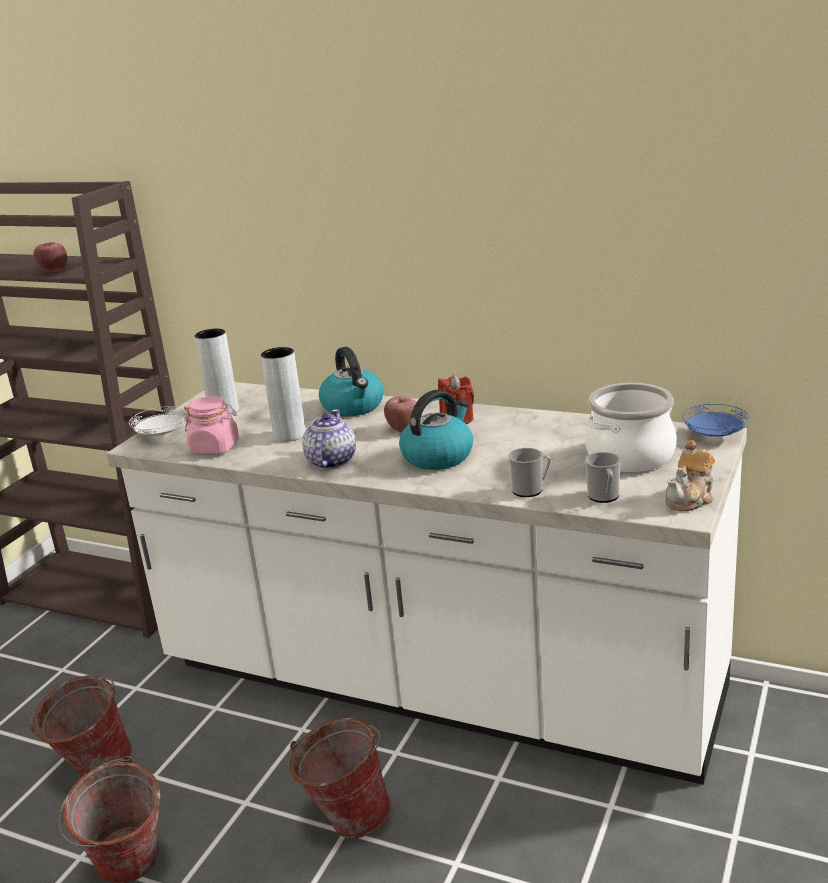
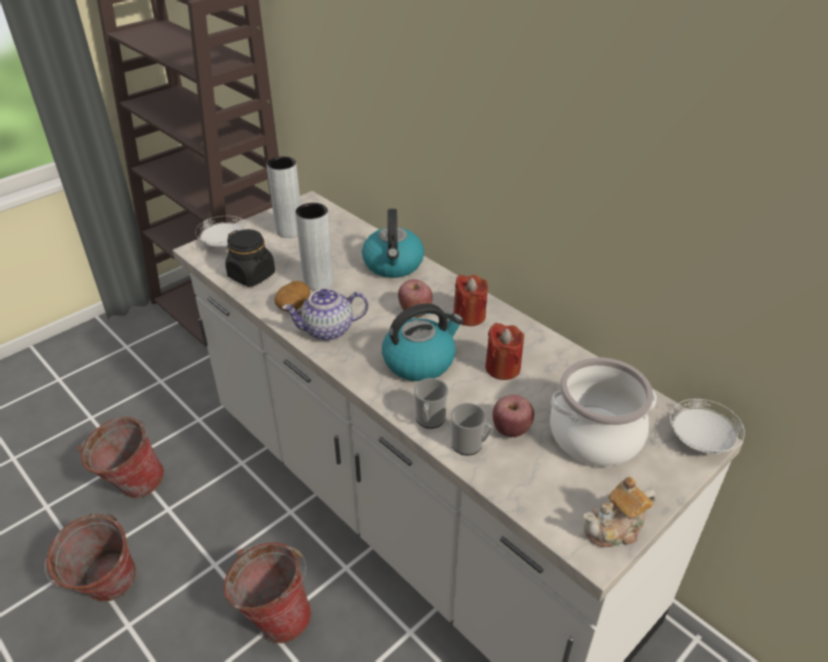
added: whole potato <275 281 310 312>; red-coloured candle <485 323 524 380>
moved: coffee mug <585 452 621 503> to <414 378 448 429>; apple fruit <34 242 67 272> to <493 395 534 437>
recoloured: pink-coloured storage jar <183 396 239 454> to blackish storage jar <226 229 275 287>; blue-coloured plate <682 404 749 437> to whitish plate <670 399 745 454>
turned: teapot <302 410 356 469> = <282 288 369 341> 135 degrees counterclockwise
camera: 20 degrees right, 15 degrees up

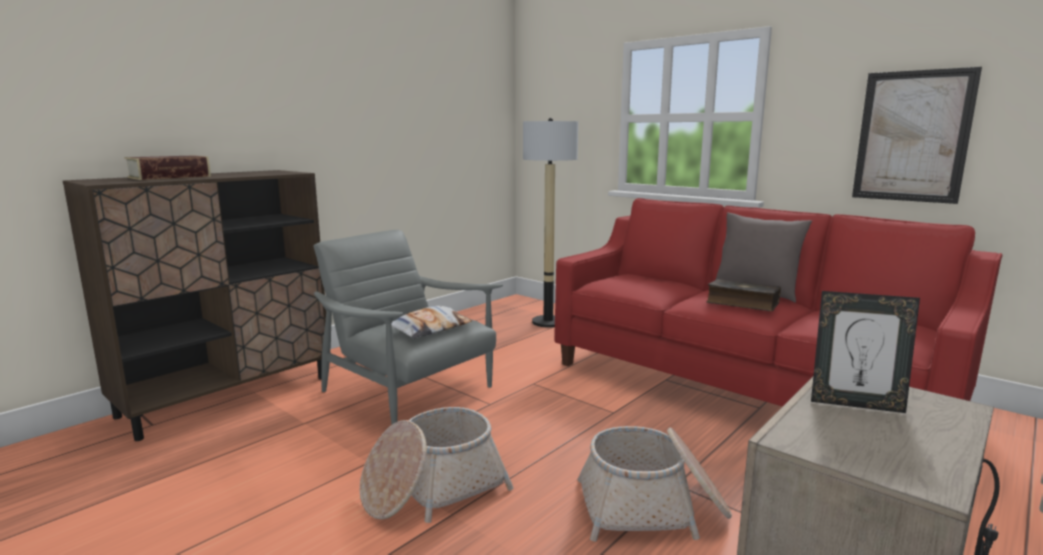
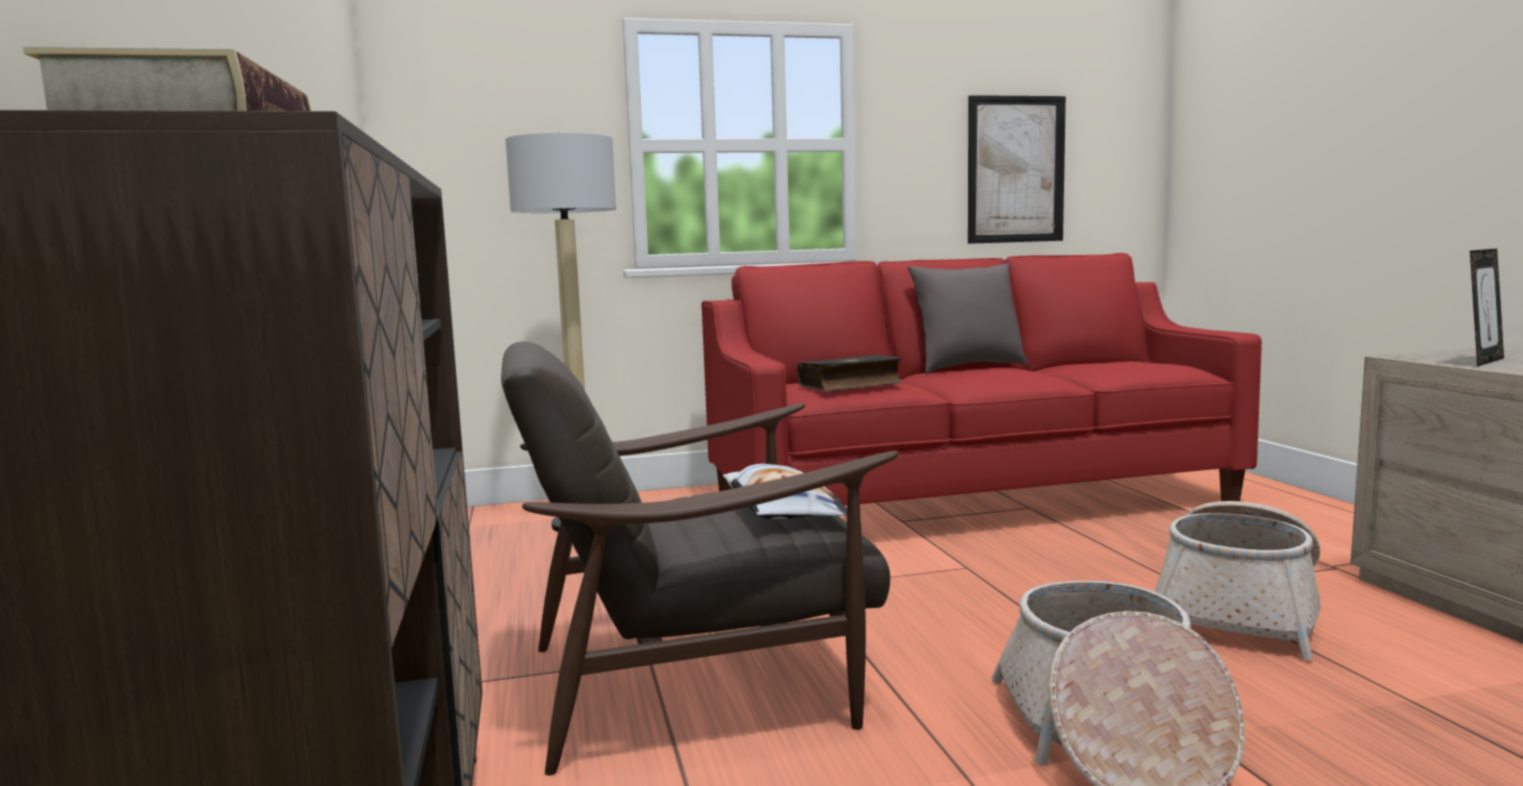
moved: bound book <706 279 781 311> to <797 354 902 391>
recoloured: gray lounge chair <313 230 503 425> to brownish lounge chair <501 342 899 775>
camera: 55 degrees left, 5 degrees down

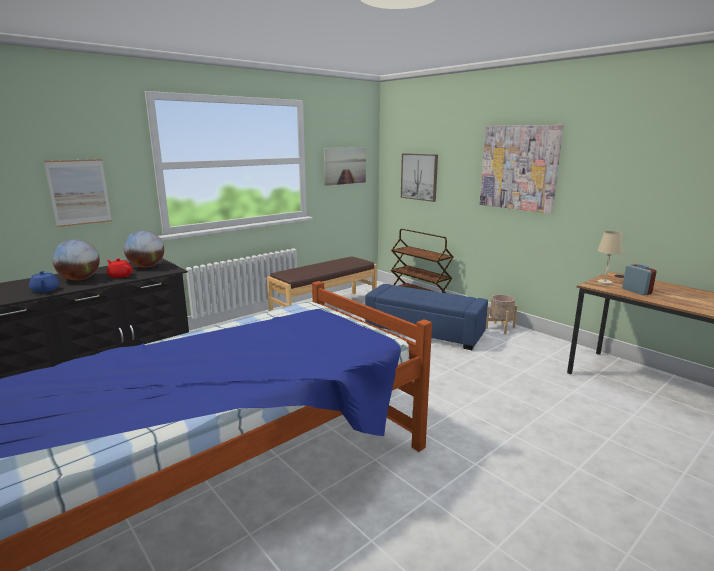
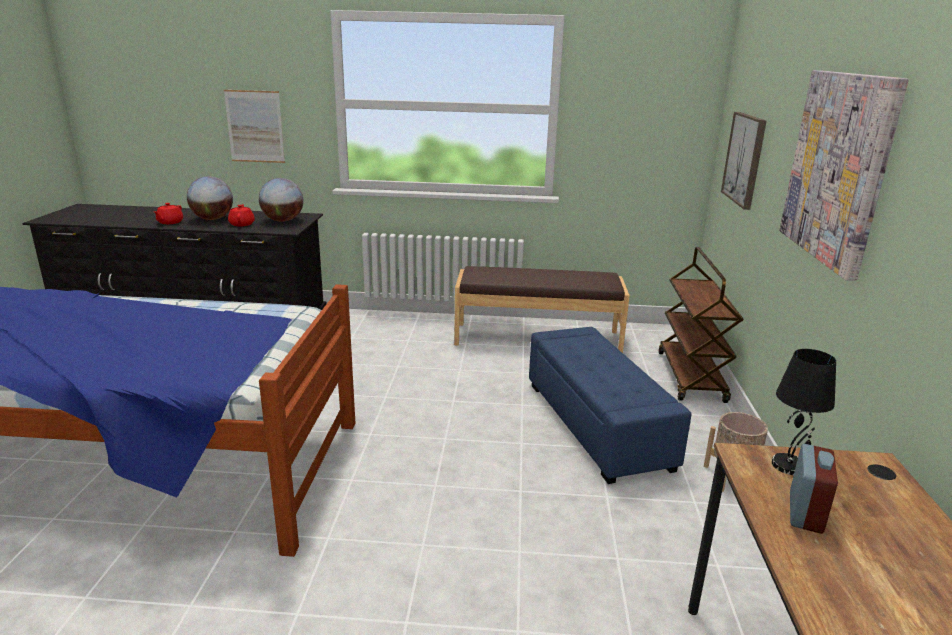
removed: picture <324 147 366 186>
recoloured: blue-coloured teapot <29 271 59 293> to red-coloured teapot <154 203 183 224>; sand-coloured lamp for a table <597 231 623 285> to blackish lamp for a table <772 349 836 475>
camera: 45 degrees right, 5 degrees up

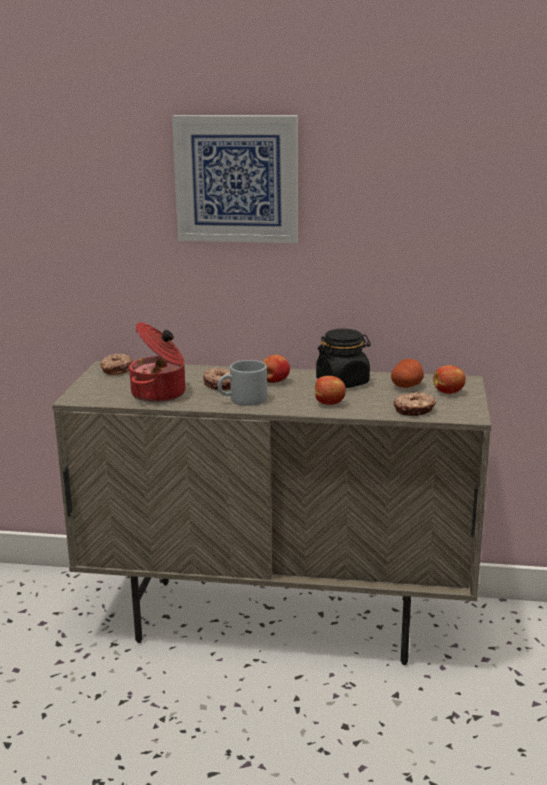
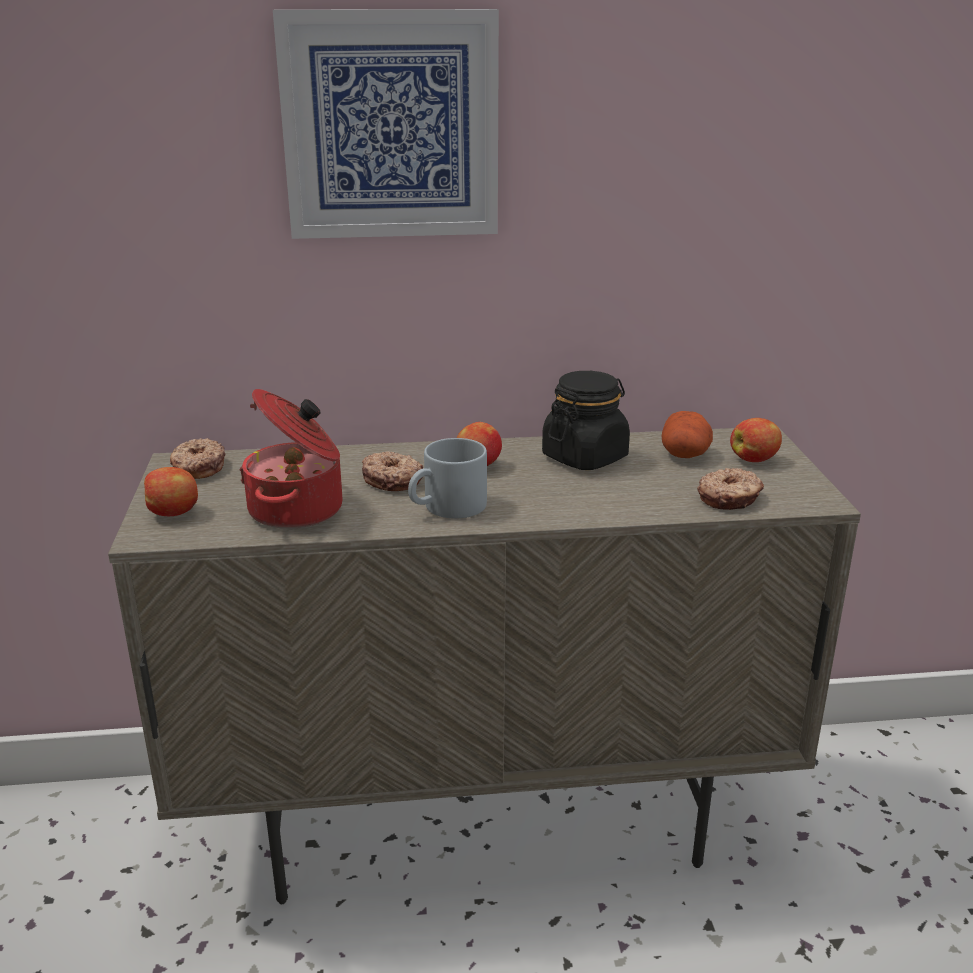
moved: apple fruit <315 376 346 405> to <144 467 198 516>
camera: 15 degrees left, 5 degrees up

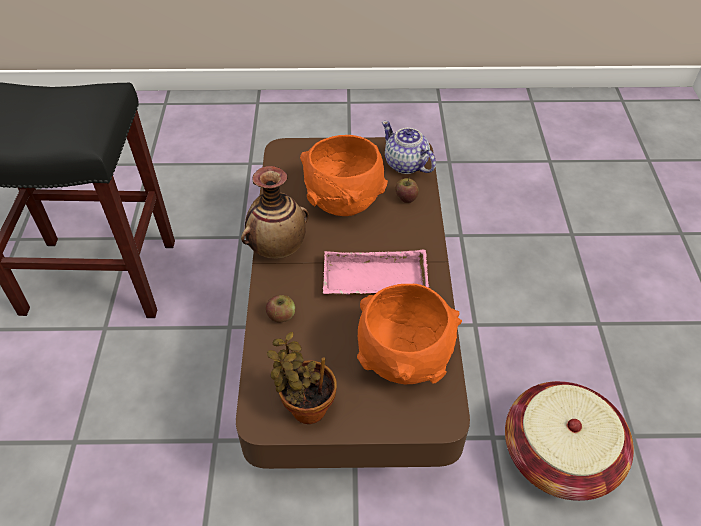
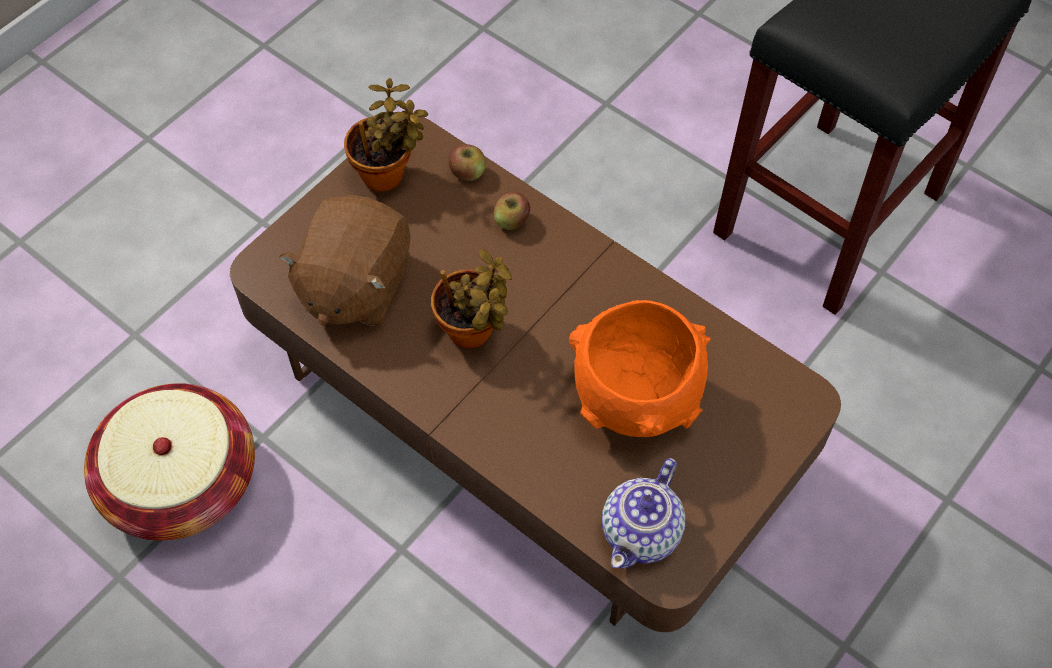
removed: vase <241 166 309 259>
moved: apple fruit <395 178 419 203> to <449 144 486 181>
replaced: orange deep dish <357 284 462 384> to brownish plush toy <279 195 410 326>; pink-coloured serving tray <323 249 429 295> to potted plant <431 249 512 348>
turned: teapot <382 121 436 174> = <602 458 685 569> 120 degrees clockwise
camera: 130 degrees right, 10 degrees up

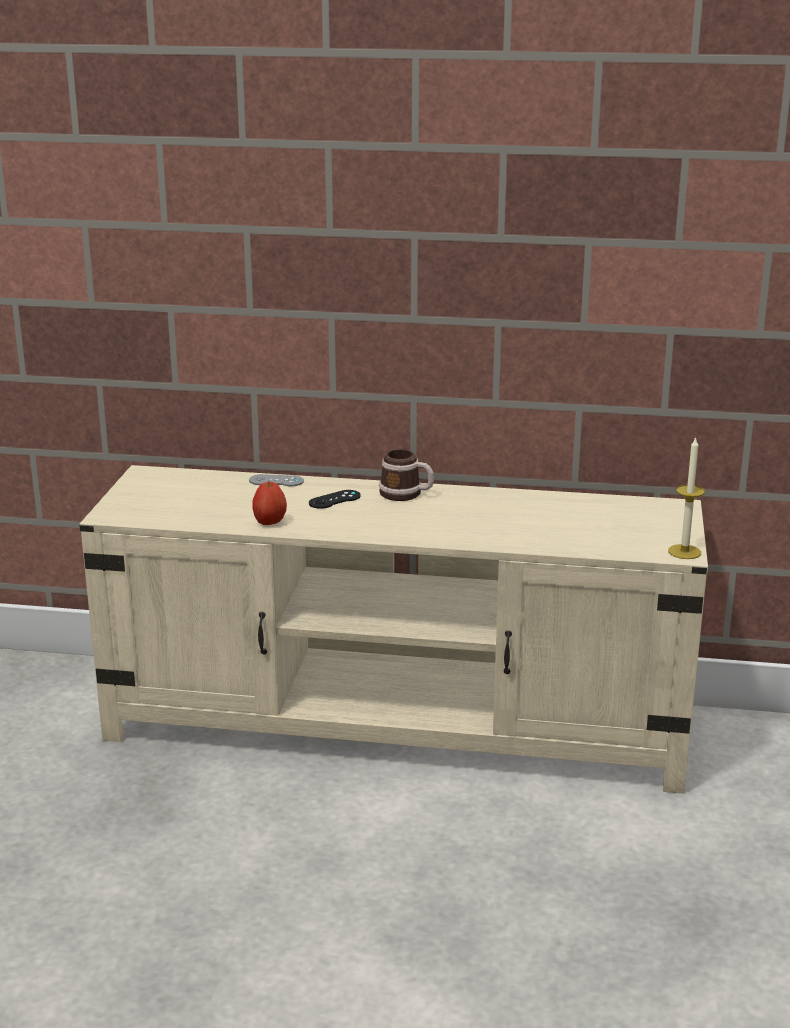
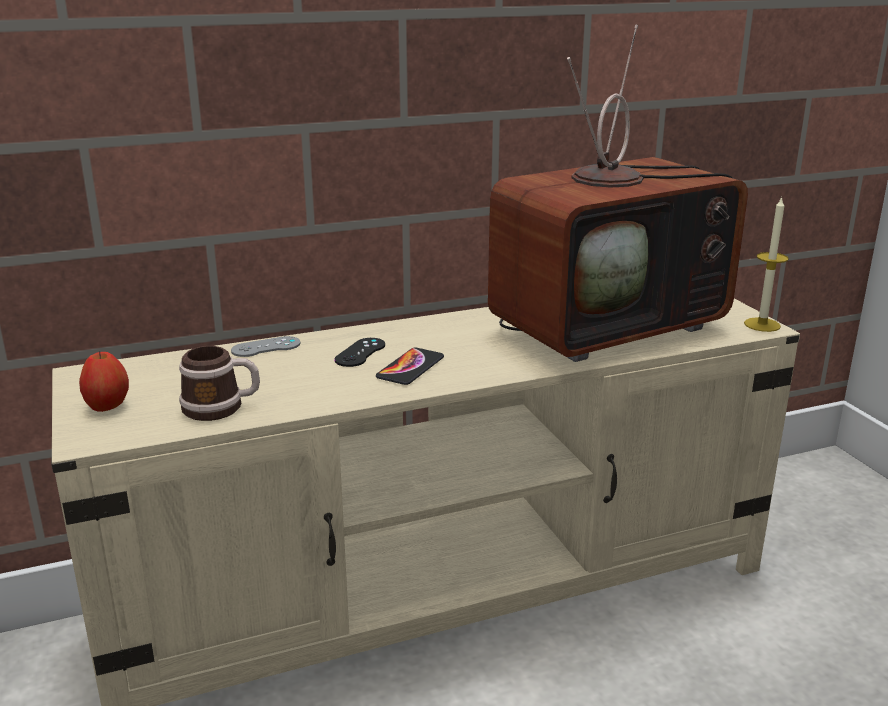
added: handset <376 347 444 385>; television <488 25 748 362>
moved: apple fruit <252 482 287 525> to <79 351 129 412>; coffee mug <379 449 434 501> to <179 346 260 421>
camera: 30 degrees left, 0 degrees up

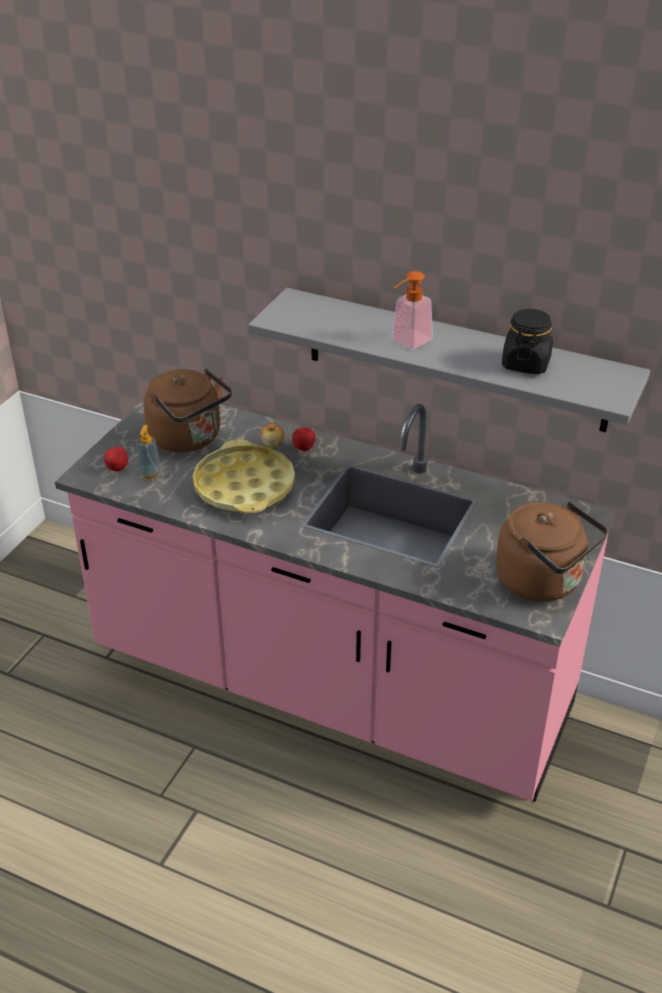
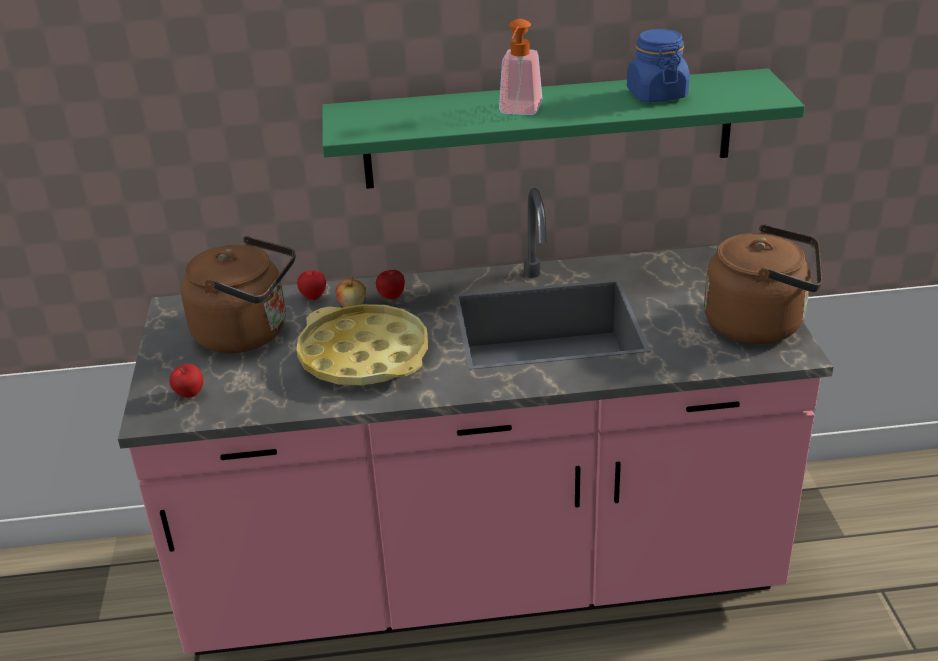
removed: liquid soap bottle <137 425 160 479>
added: apple fruit <297 271 326 300>
recoloured: gray shelf <248 288 650 432> to greenish shelf <322 68 805 189>; blackish storage jar <502 309 553 374> to blue-coloured storage jar <627 29 690 102>
camera: 30 degrees left, 5 degrees down

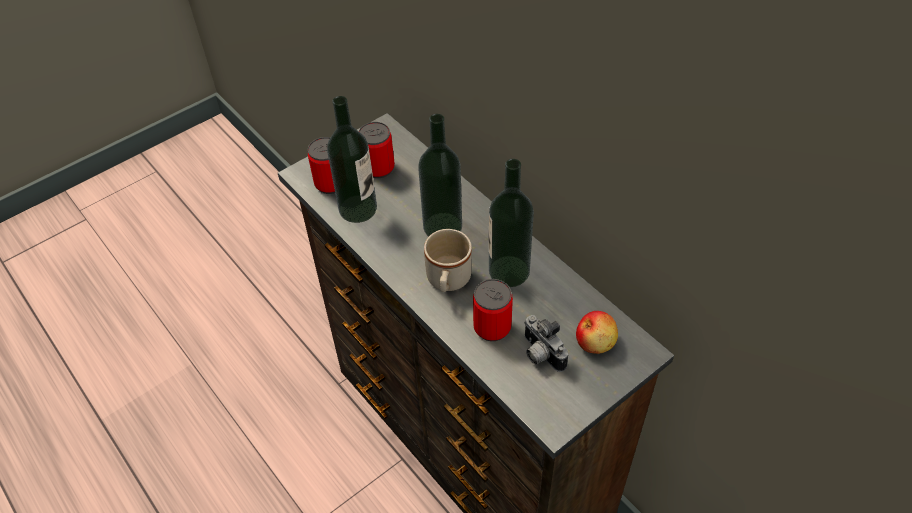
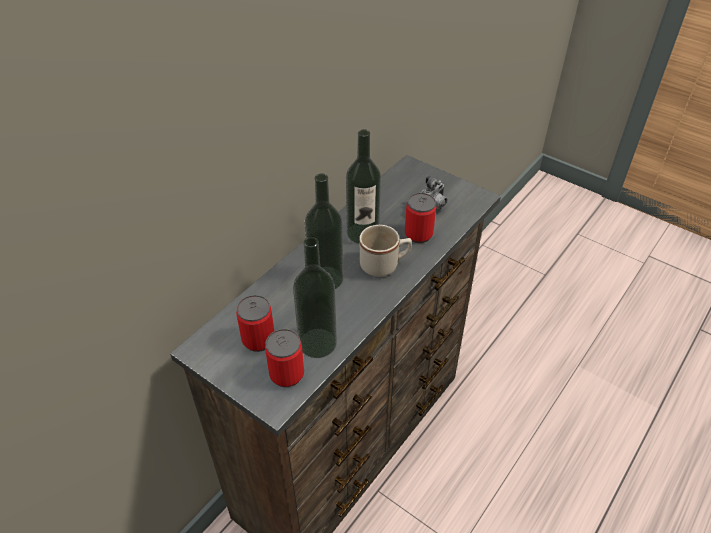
removed: apple fruit <576 311 618 354>
camera: 105 degrees left, 5 degrees down

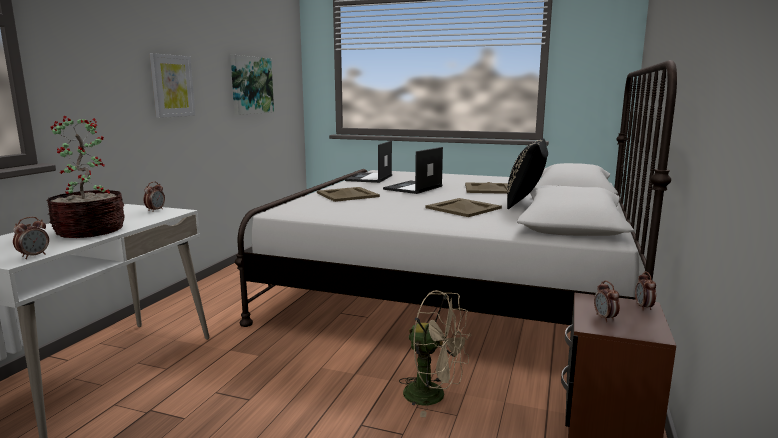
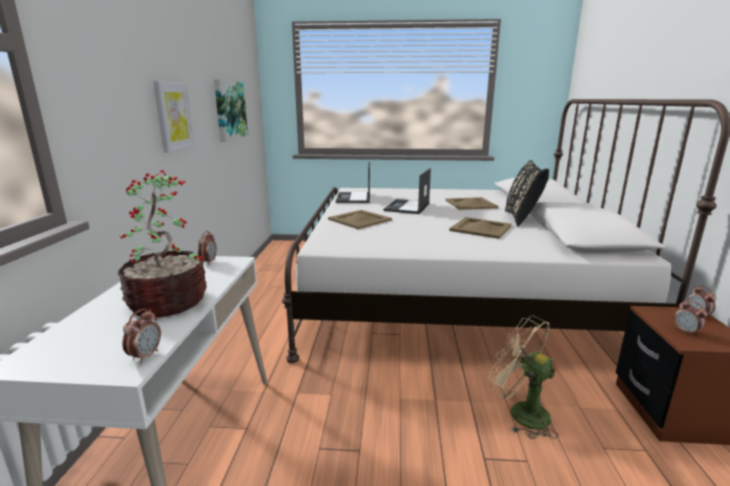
turned: sand-coloured cooling fan <399 290 471 417> = <489 315 559 439> 150 degrees counterclockwise
camera: 15 degrees left, 5 degrees up

